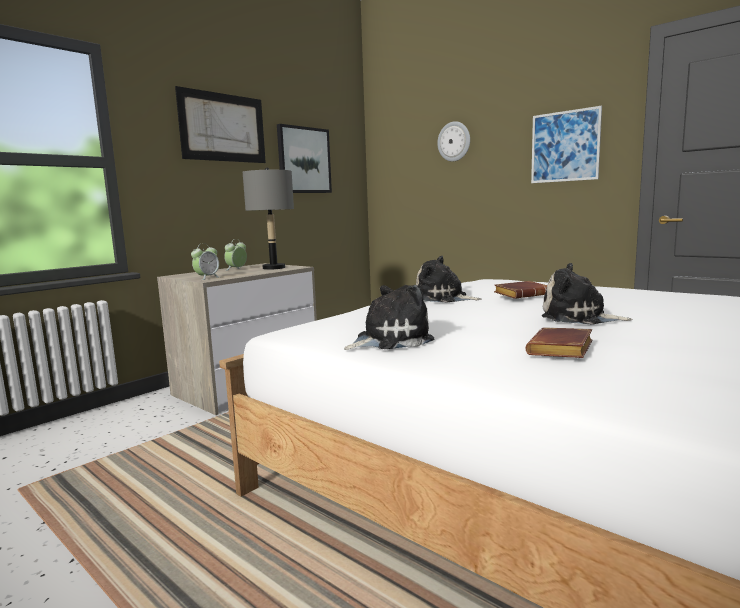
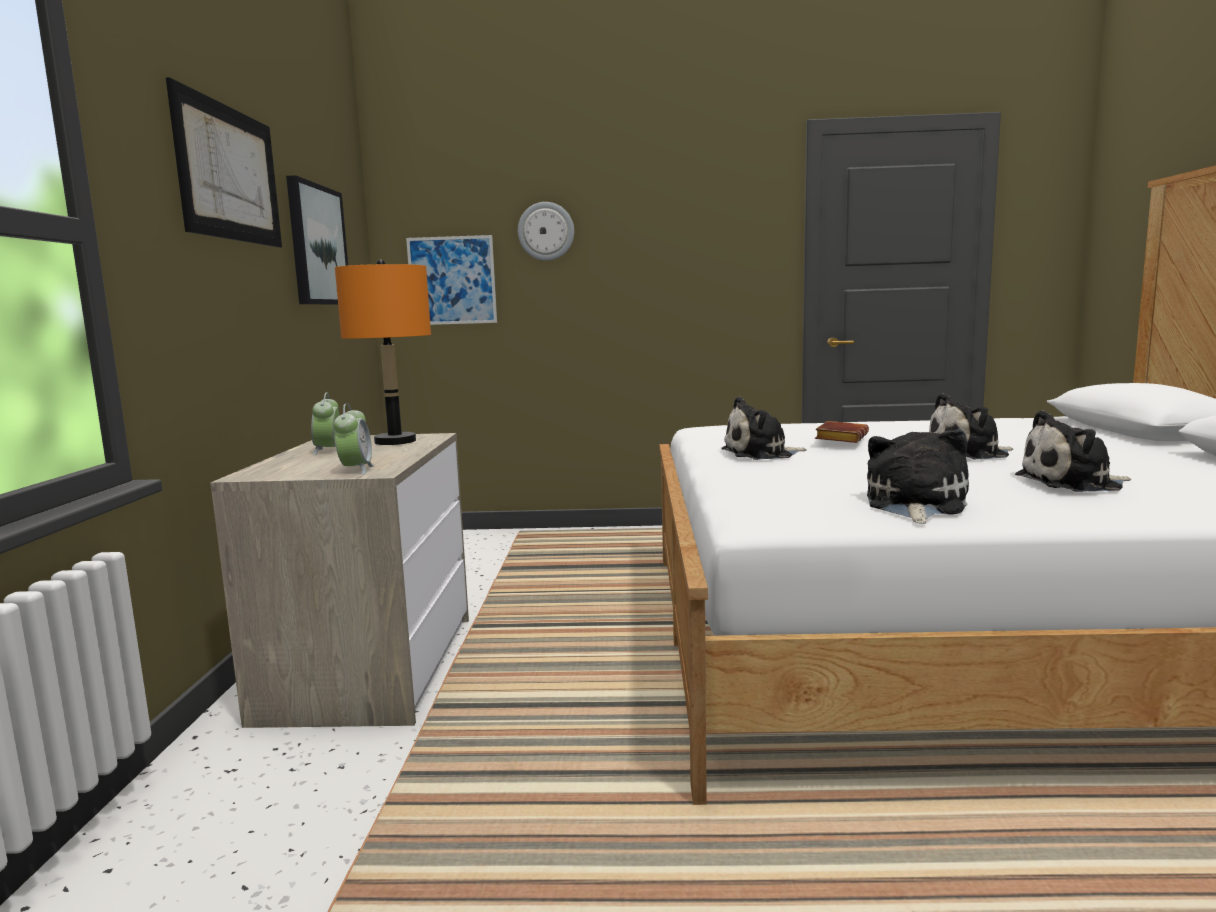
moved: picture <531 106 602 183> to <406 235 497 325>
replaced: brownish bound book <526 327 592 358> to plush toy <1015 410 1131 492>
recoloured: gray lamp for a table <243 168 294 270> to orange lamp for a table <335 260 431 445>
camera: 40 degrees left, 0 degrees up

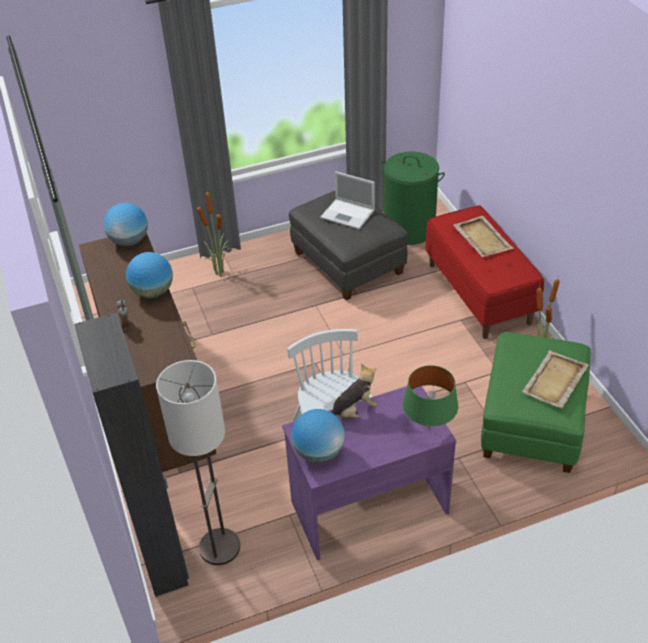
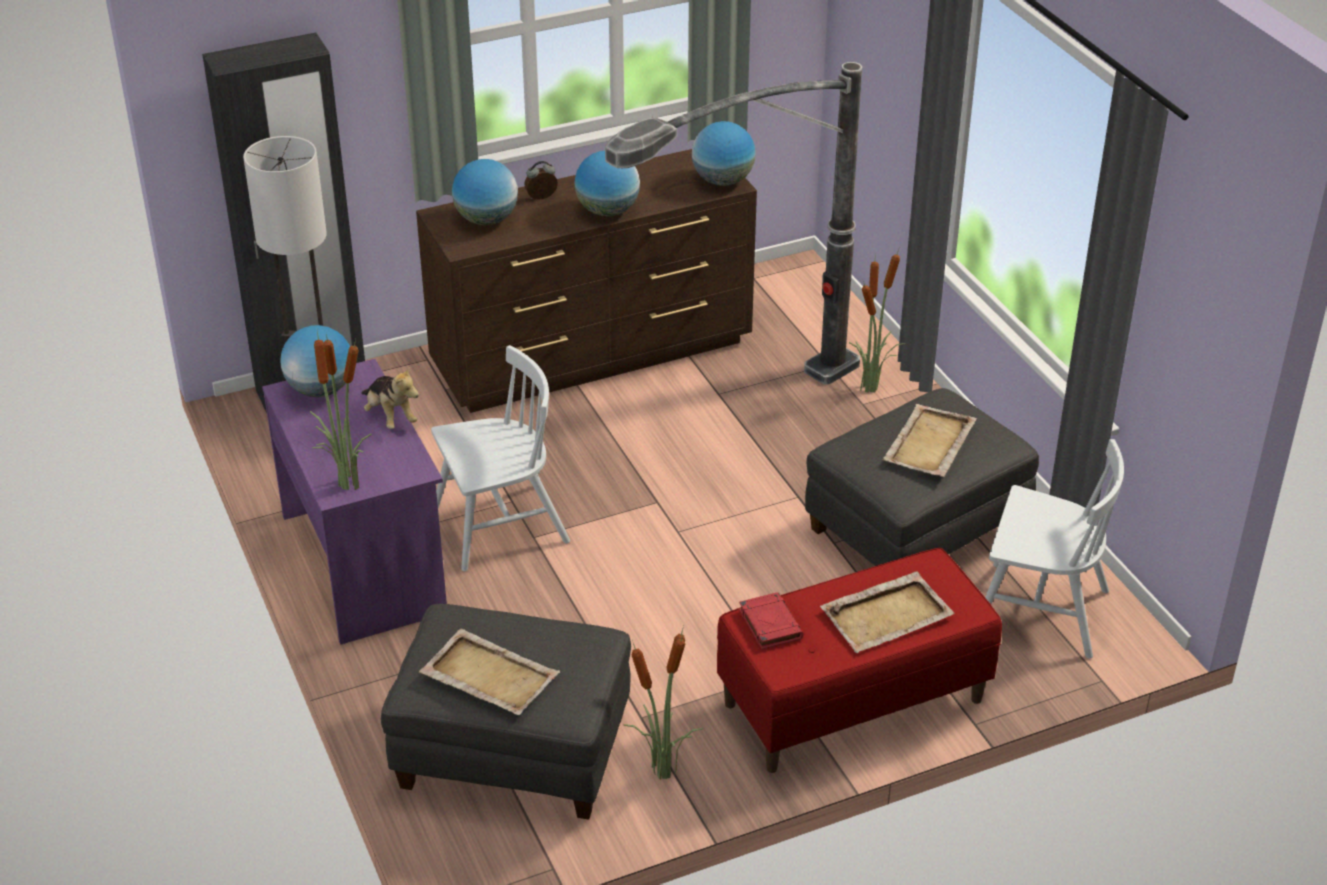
added: globe <452 159 518 226>; standing lamp <605 62 862 384>; red-coloured bound book <739 592 803 649>
replaced: greenish lamp for a table <403 365 458 429> to potted plant <310 330 372 490>; portable computer <320 171 375 229> to sand-coloured serving tray <883 404 977 477>; greenish hamper <379 151 445 245> to whitish chair <985 439 1124 659>
recoloured: greenish pouffe <481 332 591 473> to gray pouffe <381 604 631 820>
camera: 85 degrees right, 5 degrees down

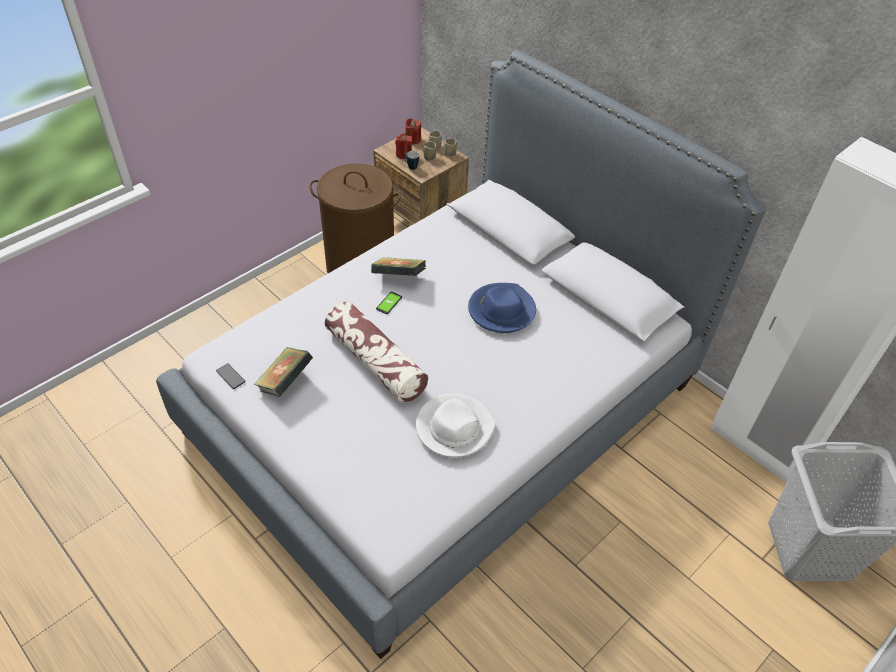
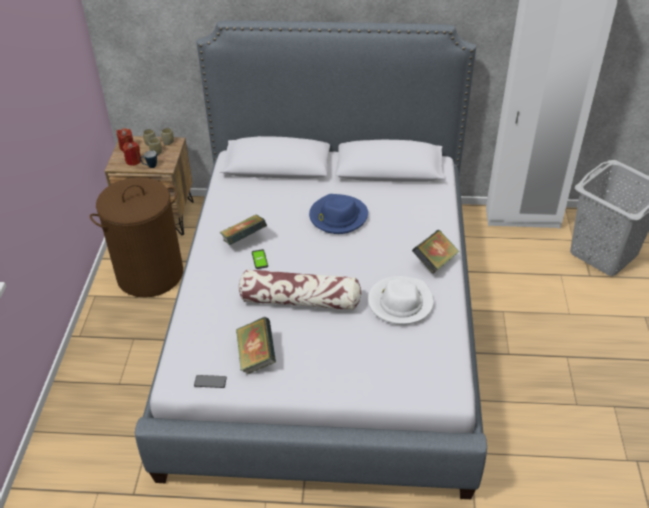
added: bound book <412 230 460 274>
camera: 40 degrees left, 5 degrees down

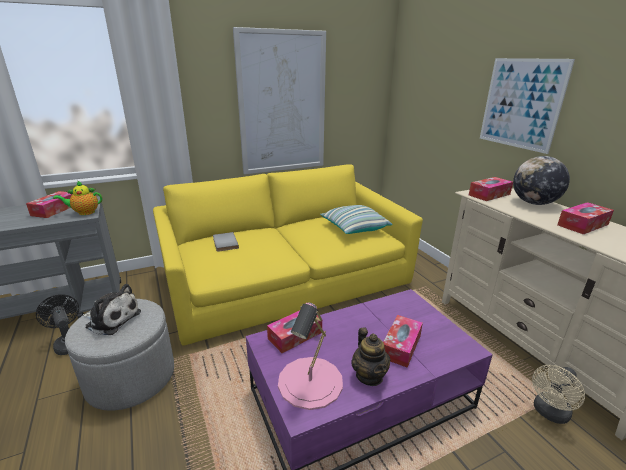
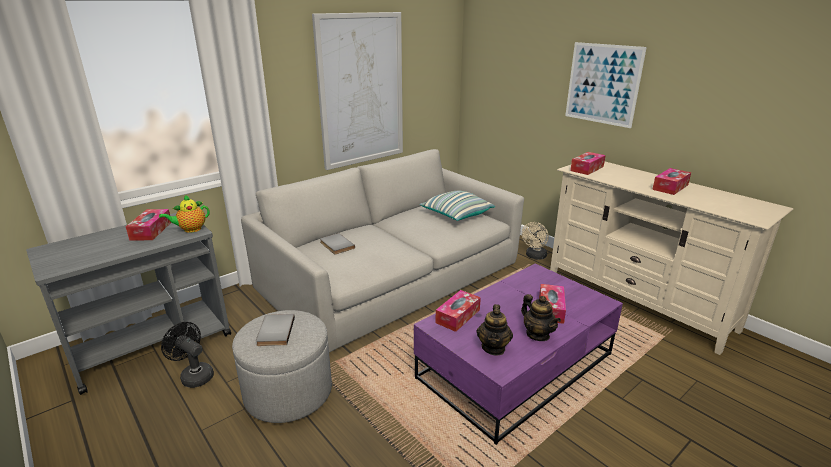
removed: globe <513 156 570 205>
moved: sand-coloured cooling fan <532 365 585 424> to <522 222 549 260>
replaced: plush toy <83 284 141 335> to gray bound book <256 314 295 346>; pink-coloured lamp for a table <278 303 343 410> to teapot <476 304 513 356>
recoloured: yellow-coloured sofa <153 164 423 346> to gray sofa <241 149 524 353>
camera: 15 degrees left, 0 degrees up

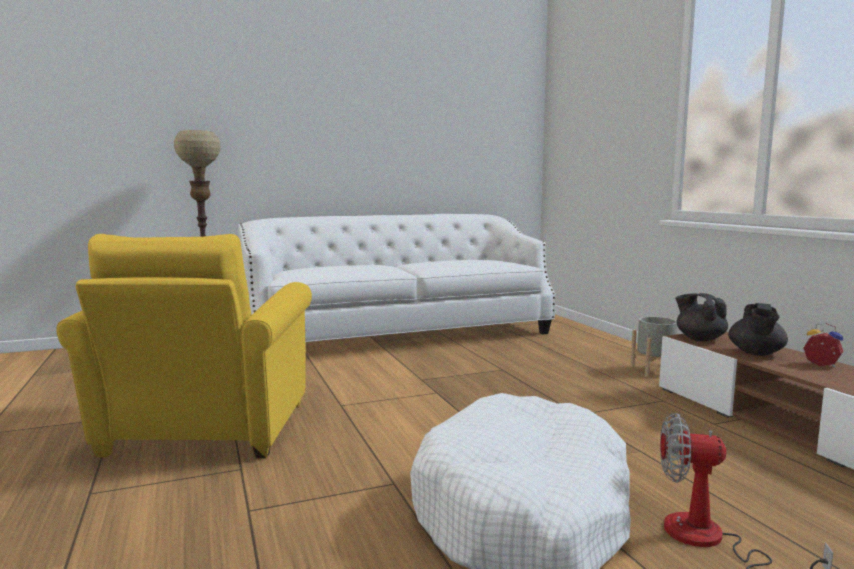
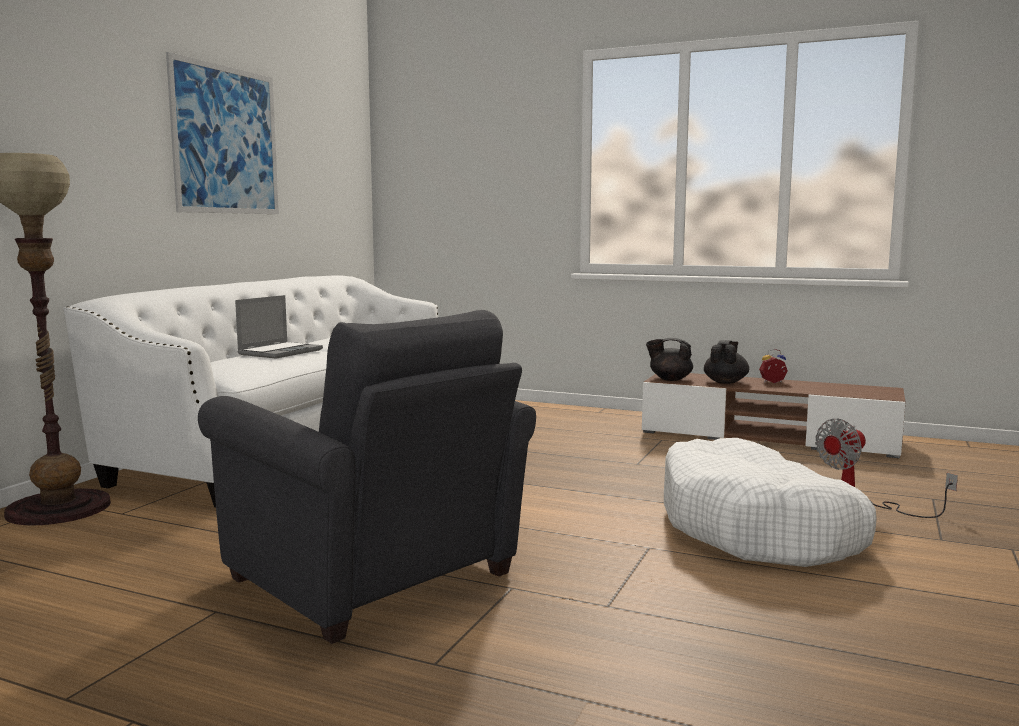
removed: gray planter <630 317 677 377>
added: picture <166 52 279 214>; portable computer <235 295 323 359>
recoloured: yellow-coloured lounge chair <56 234 312 459> to gray lounge chair <198 310 536 644>
turned: blackish teapot <728 303 788 356> = <704 340 749 384> 135 degrees counterclockwise
camera: 45 degrees left, 0 degrees up

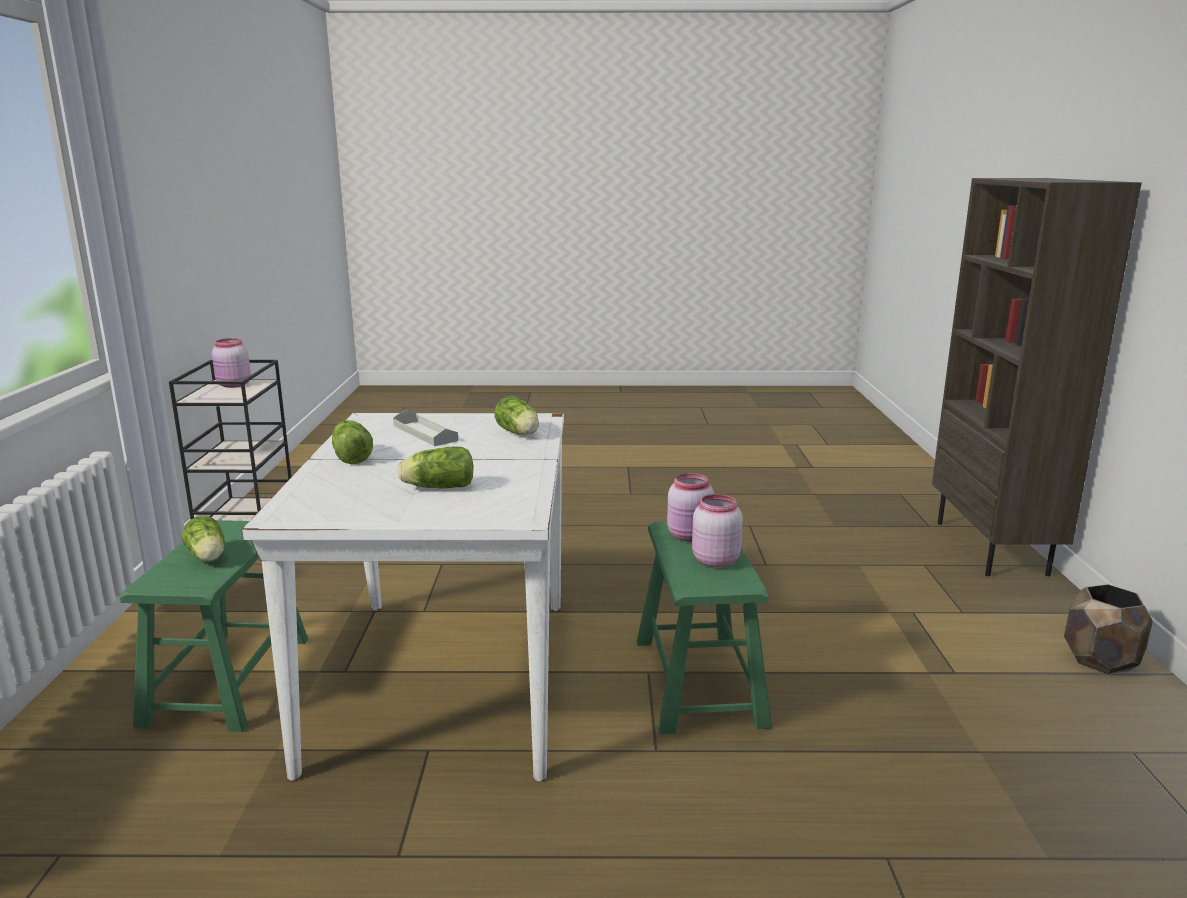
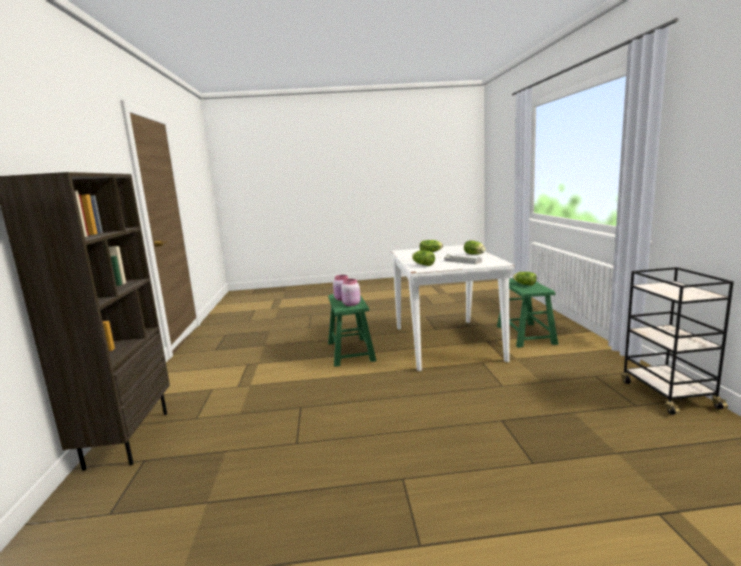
removed: pink-coloured storage jar <212 338 251 388>; brownish planter <1064 584 1153 674>
camera: 175 degrees right, 5 degrees down

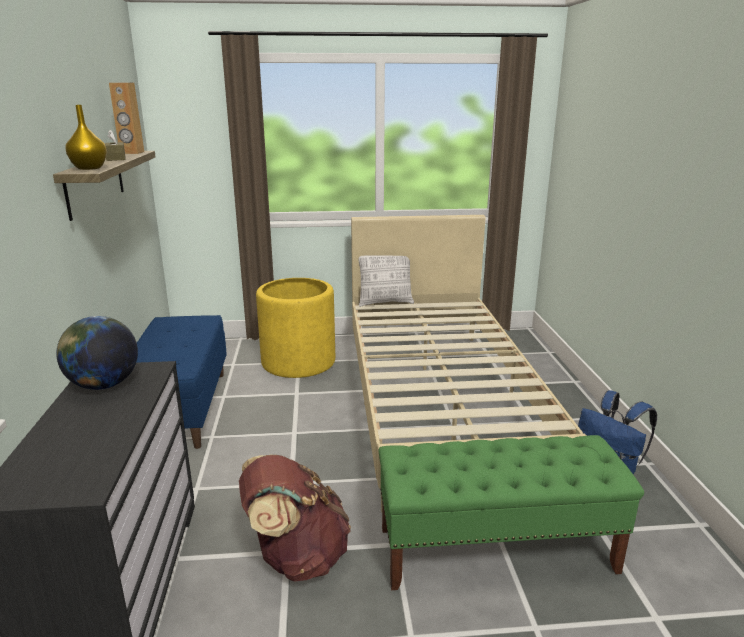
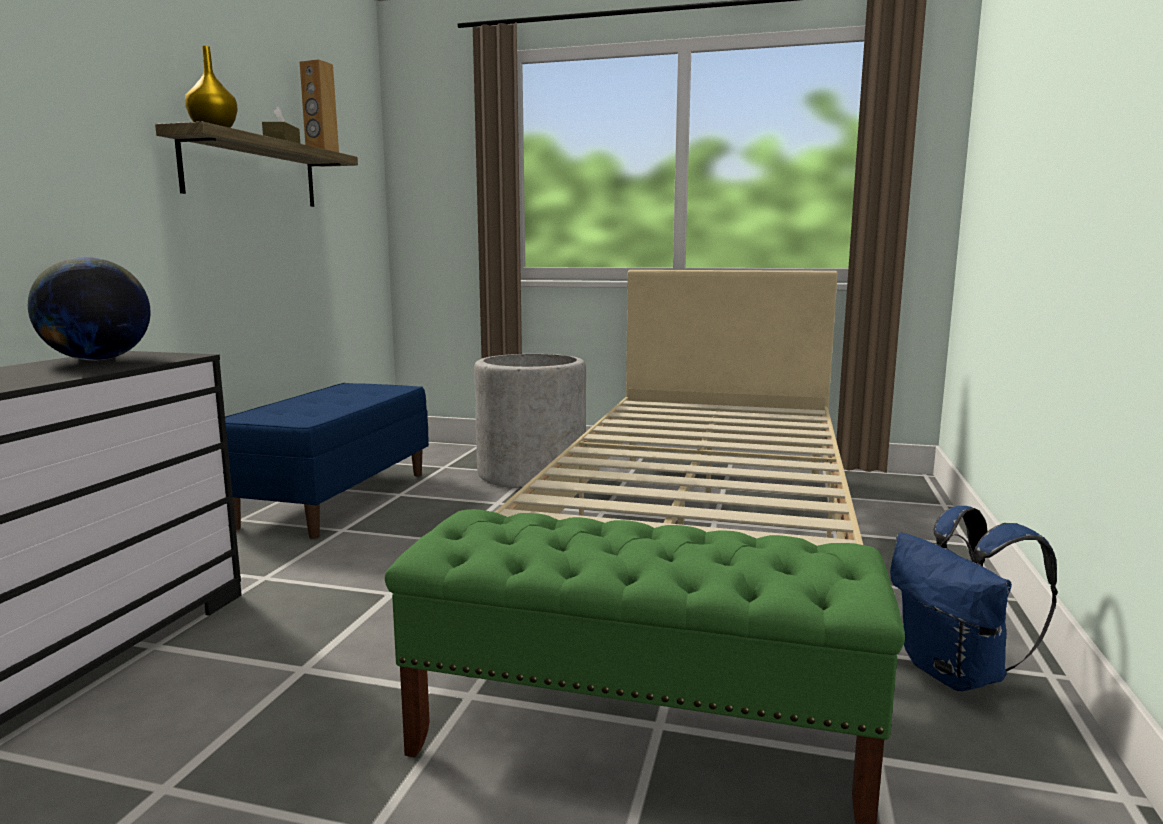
removed: brownish rucksack <239 454 351 582>; throw pillow <358 255 414 307>
recoloured: yellow-coloured planter <256 278 335 378> to gray planter <474 354 586 488>
camera: 20 degrees right, 10 degrees down

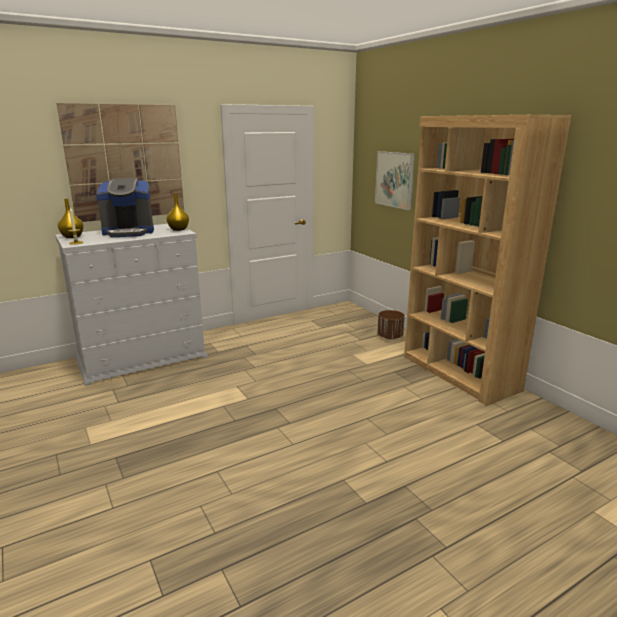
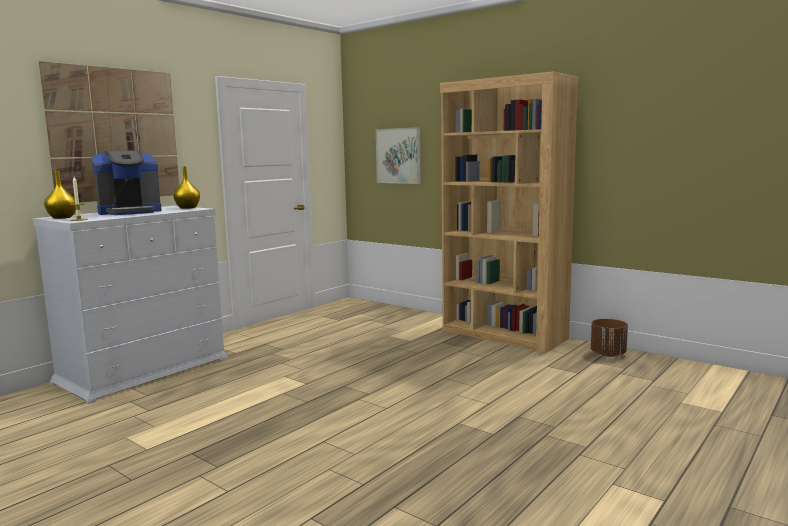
moved: brownish planter <377 310 405 339> to <591 319 628 357>
camera: 20 degrees left, 10 degrees down

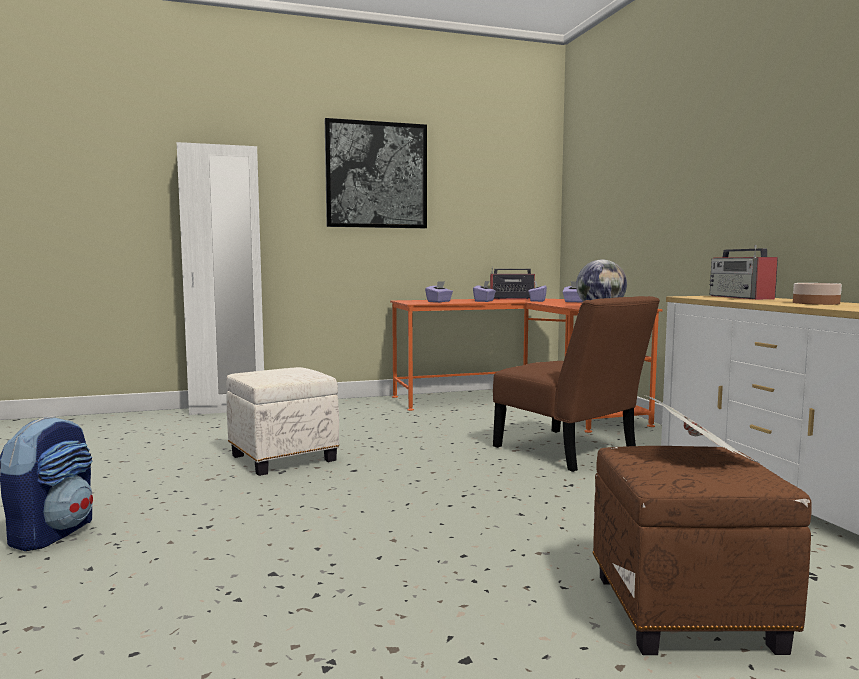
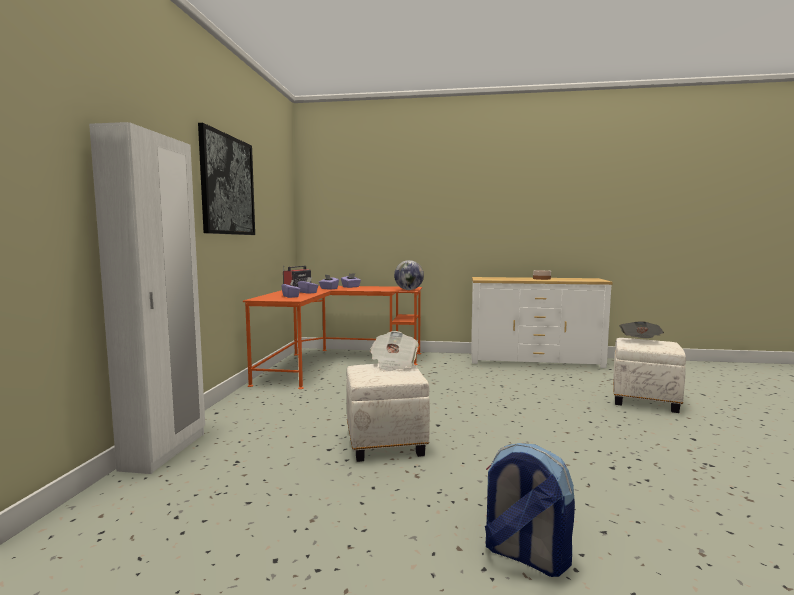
removed: brownish chair <493 296 660 472>; radio set <709 245 778 300>
added: newspaper <370 331 419 371>
recoloured: brownish pouffe <593 446 812 655> to whitish pouffe <613 338 686 413>
camera: 65 degrees left, 0 degrees up

